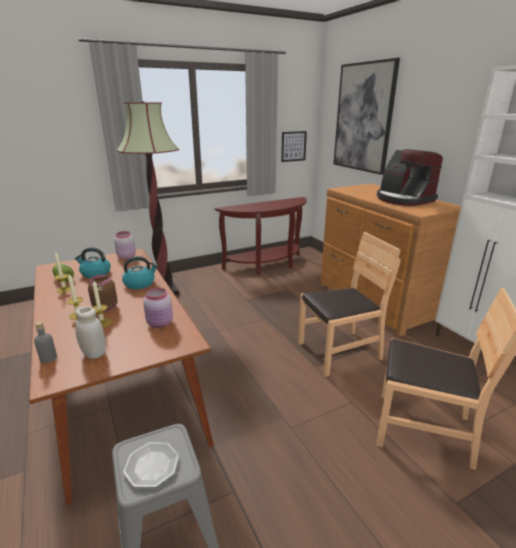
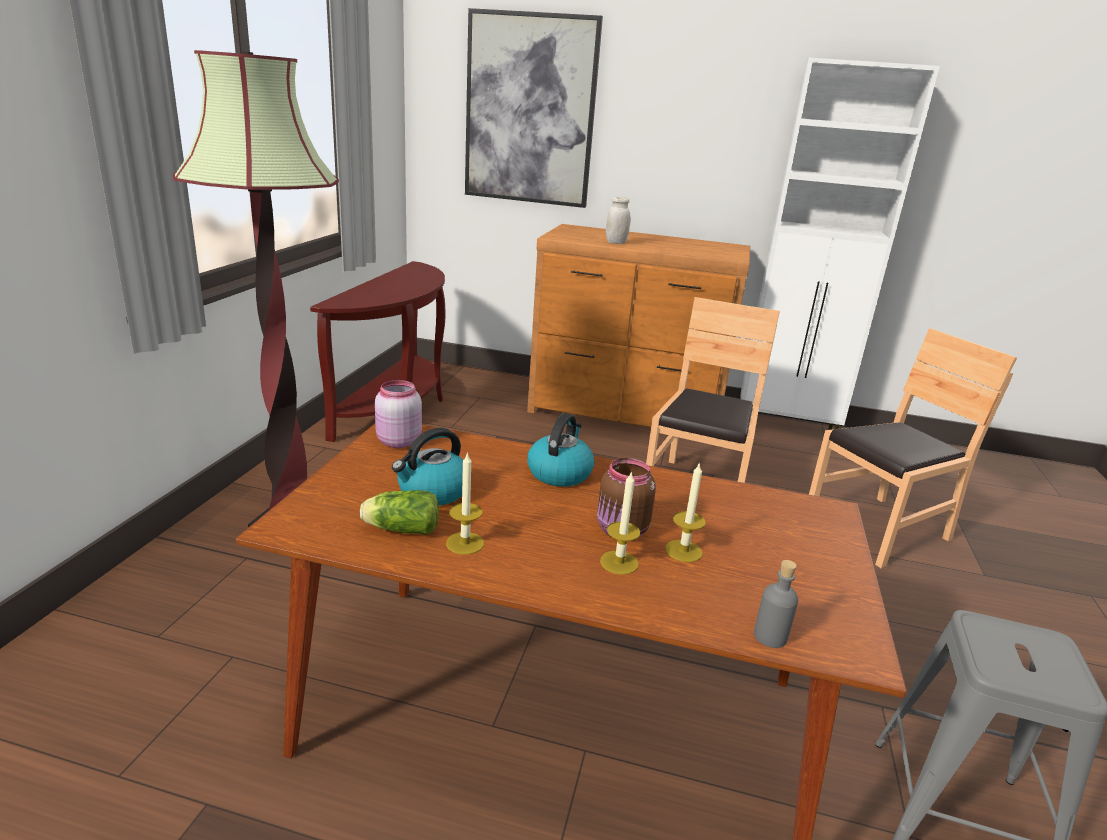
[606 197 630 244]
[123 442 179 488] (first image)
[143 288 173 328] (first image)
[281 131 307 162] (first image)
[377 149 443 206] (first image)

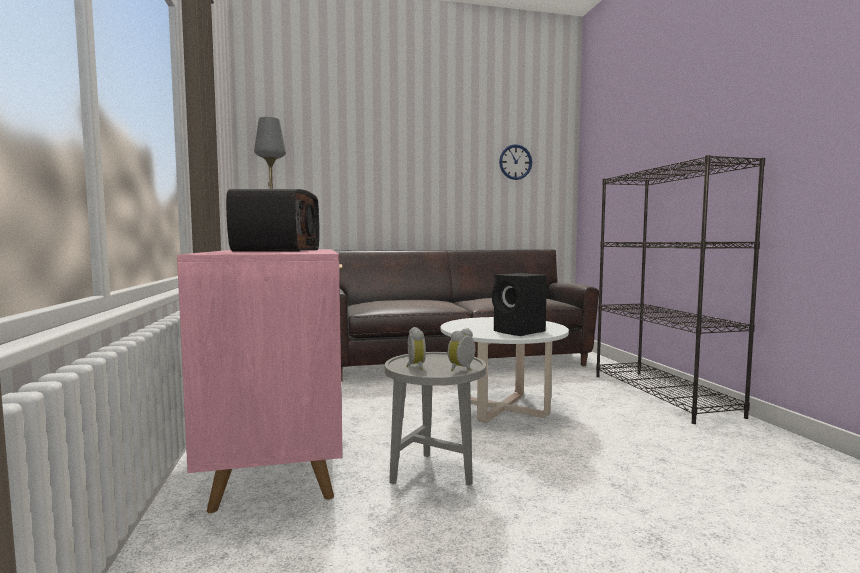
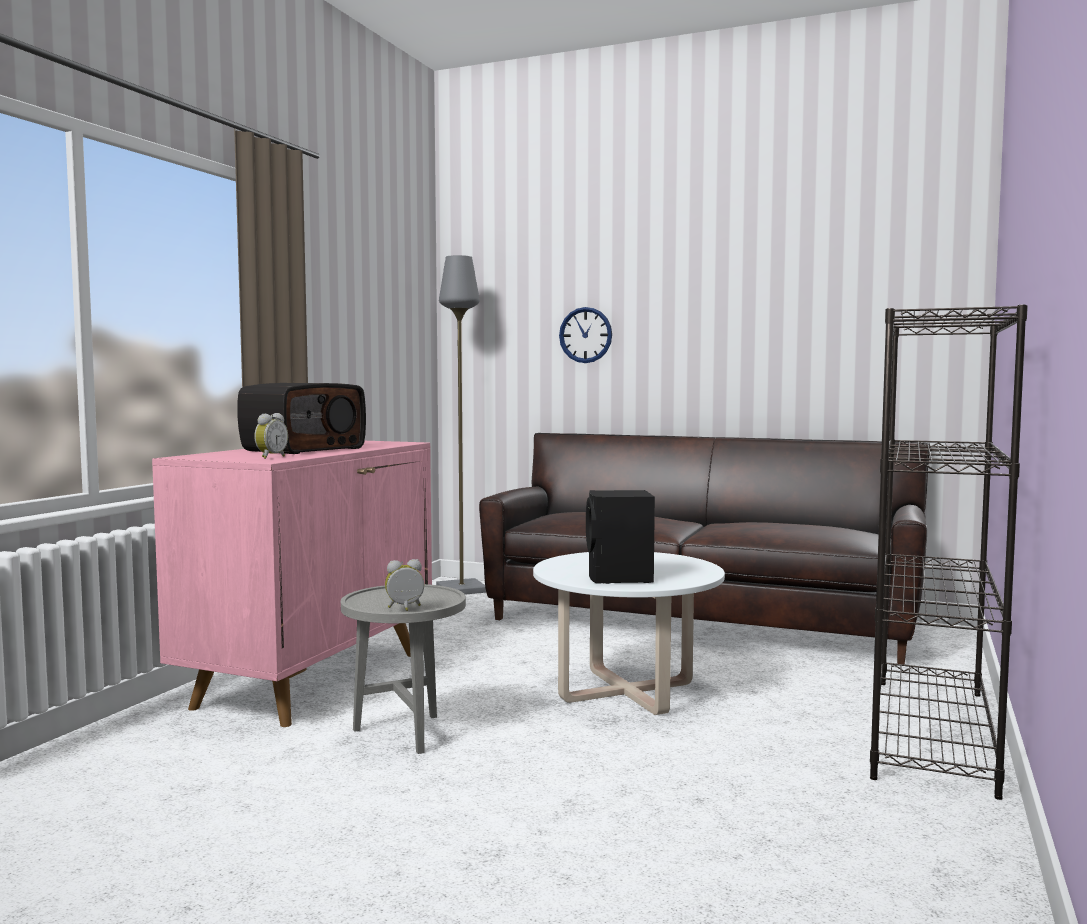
[254 413 288 459]
[559 307 612 363]

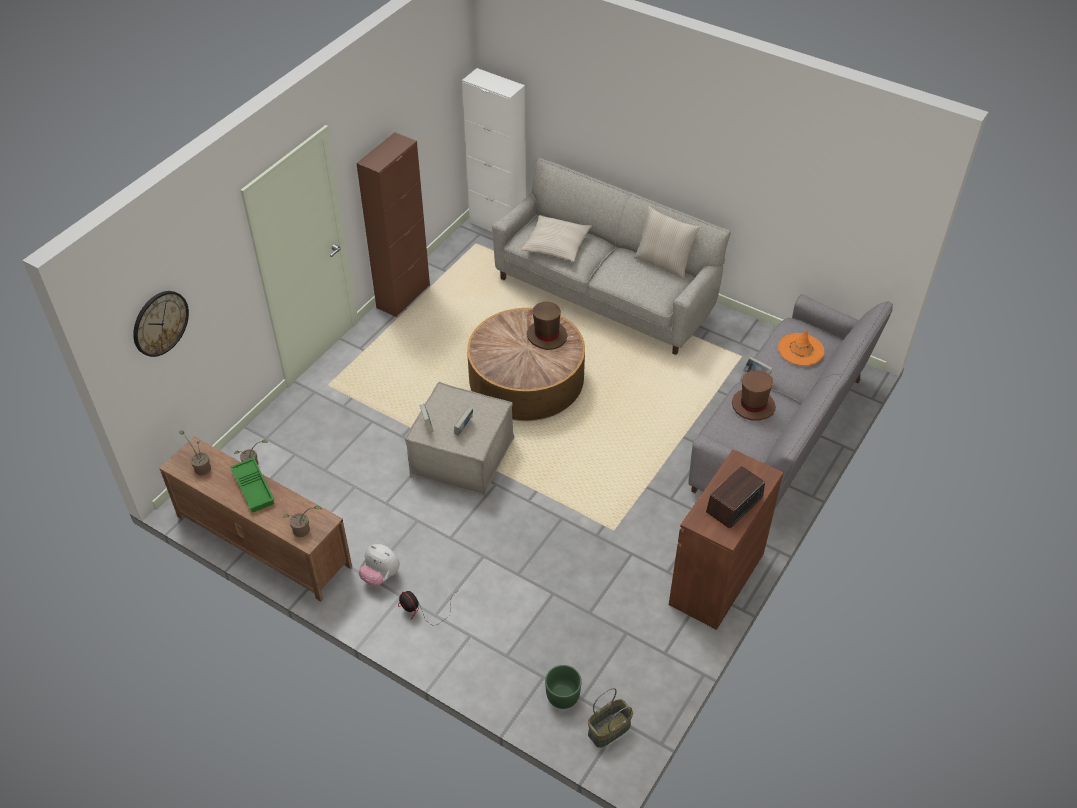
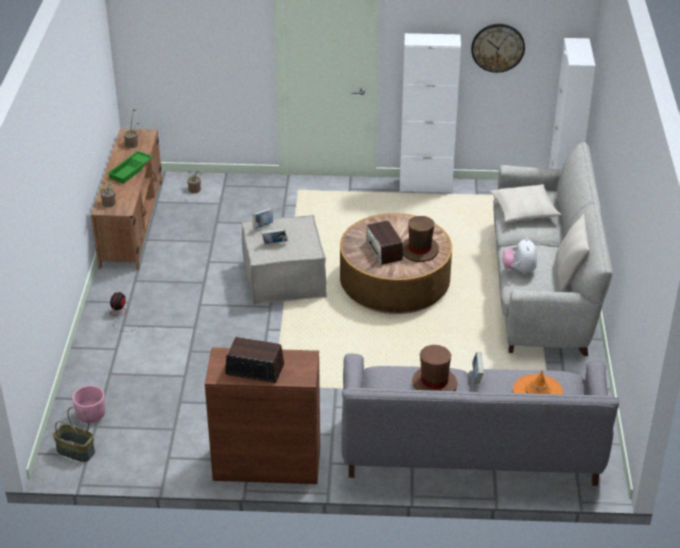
[72 385 105 423]
[366 220 403 265]
[400 33 461 193]
[471 24 525 73]
[502 238 537 274]

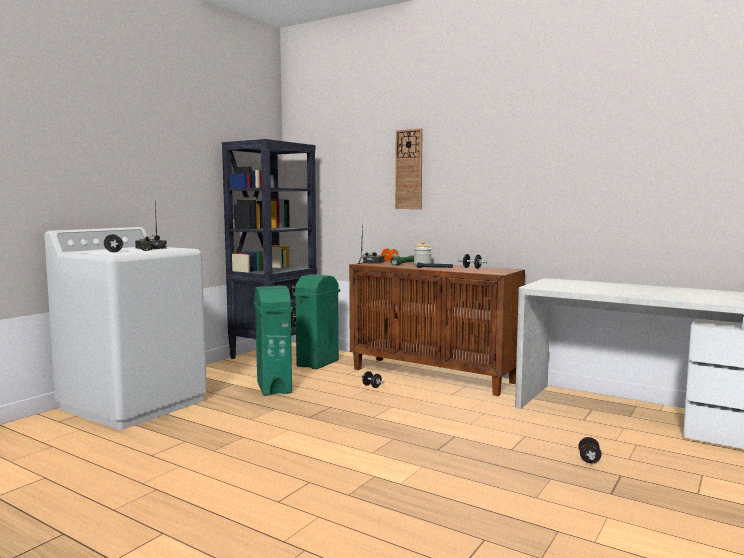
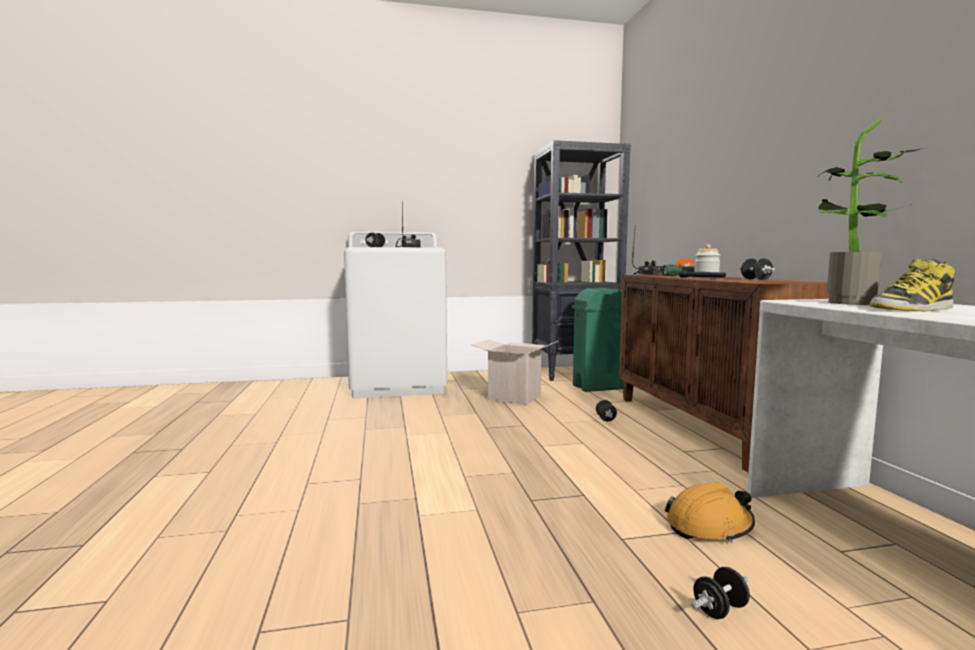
[471 339 558 405]
[665 482 755 543]
[818 119 923 305]
[870 259 955 311]
[395 128 423 209] (first image)

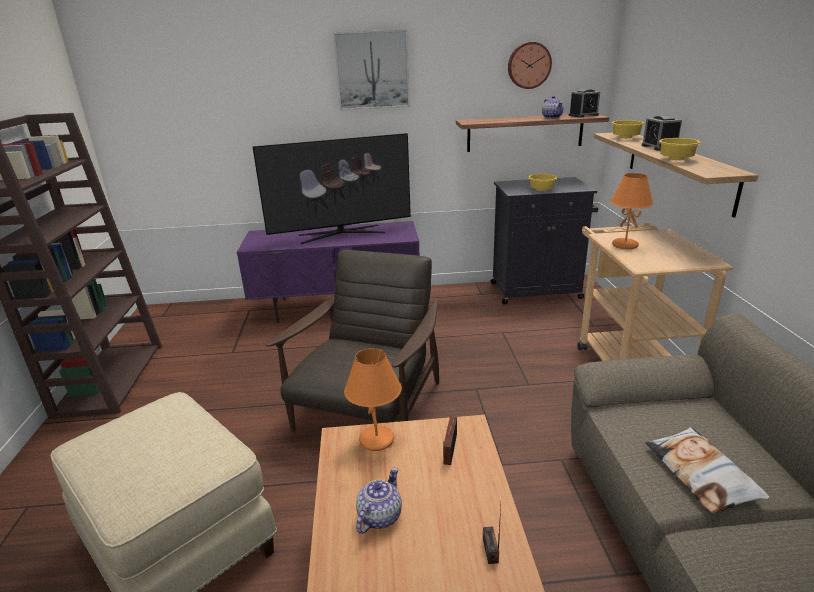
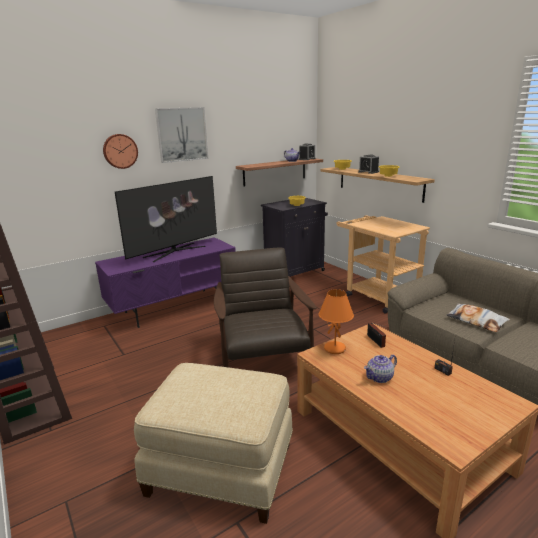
[103 134 138 169]
[364 355 397 383]
[610 173 653 249] (first image)

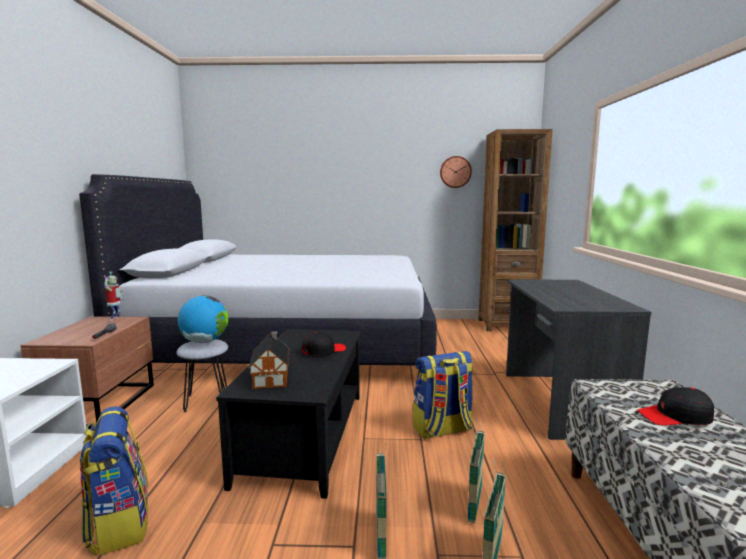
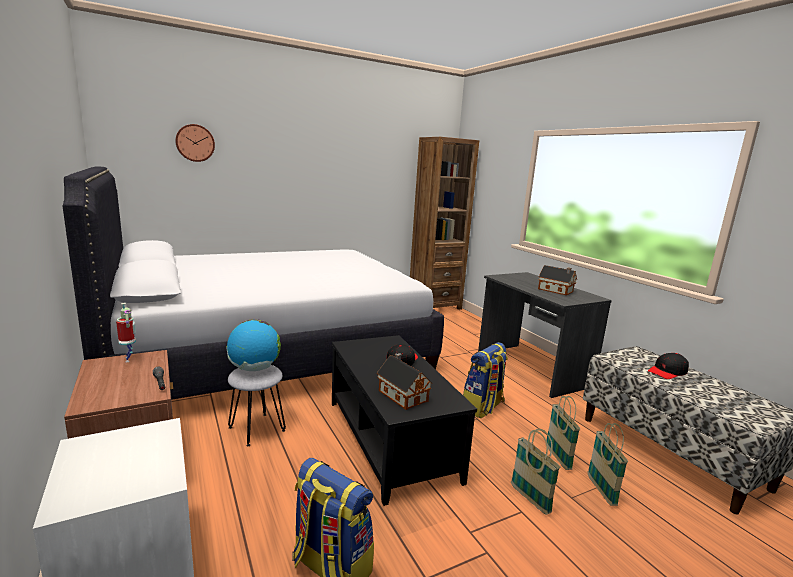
[175 124 215 162]
[538 265 577 296]

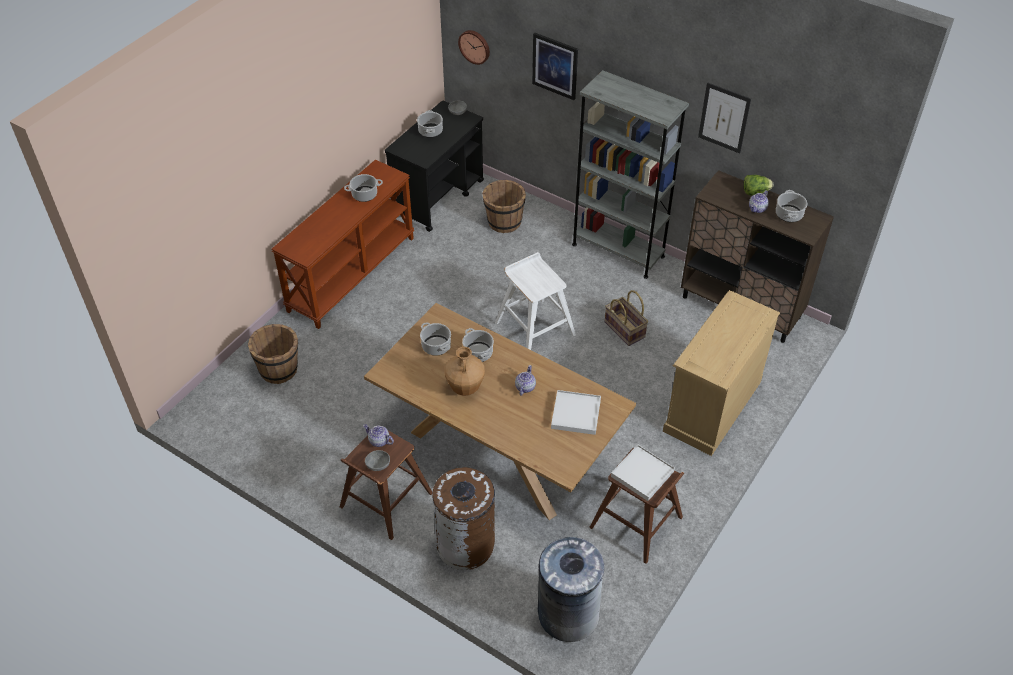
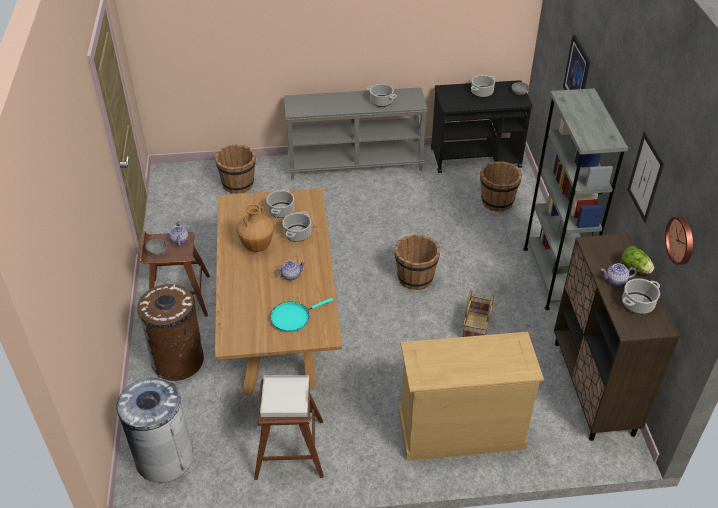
[270 298 333 332]
[284 87 427 179]
[395 234 440 290]
[665 216 693 265]

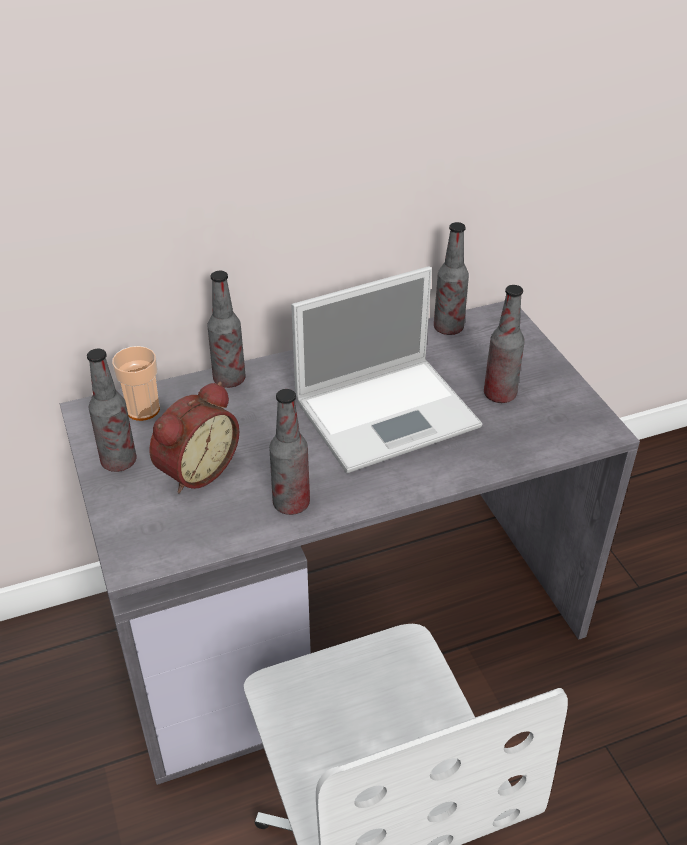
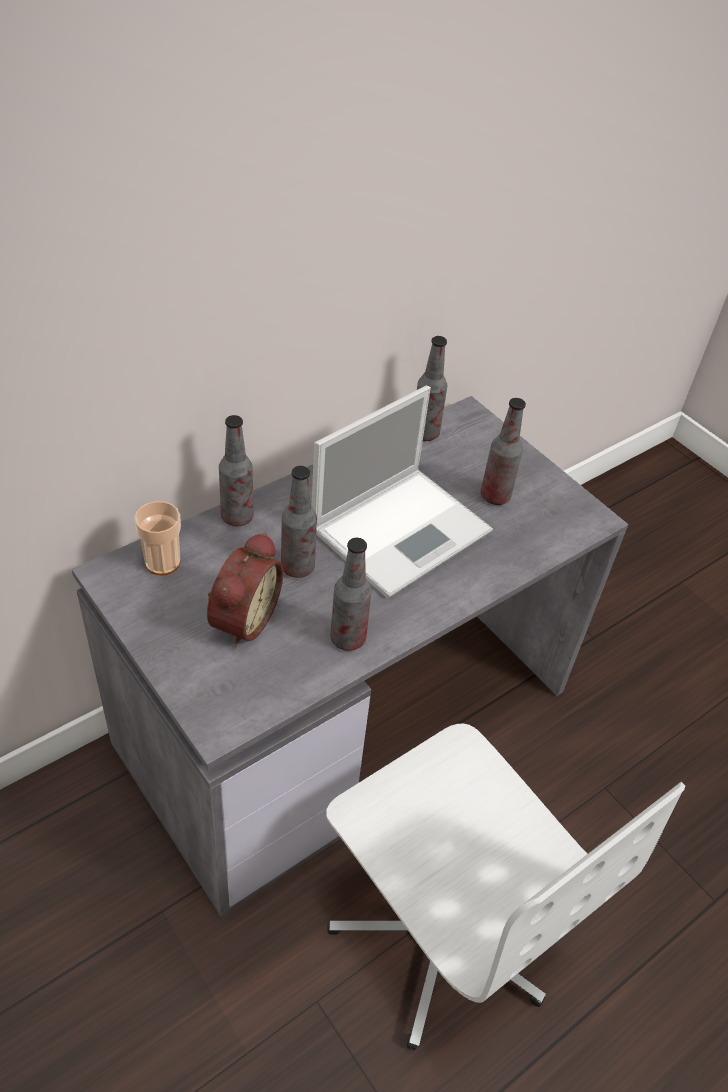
[281 466 317 578]

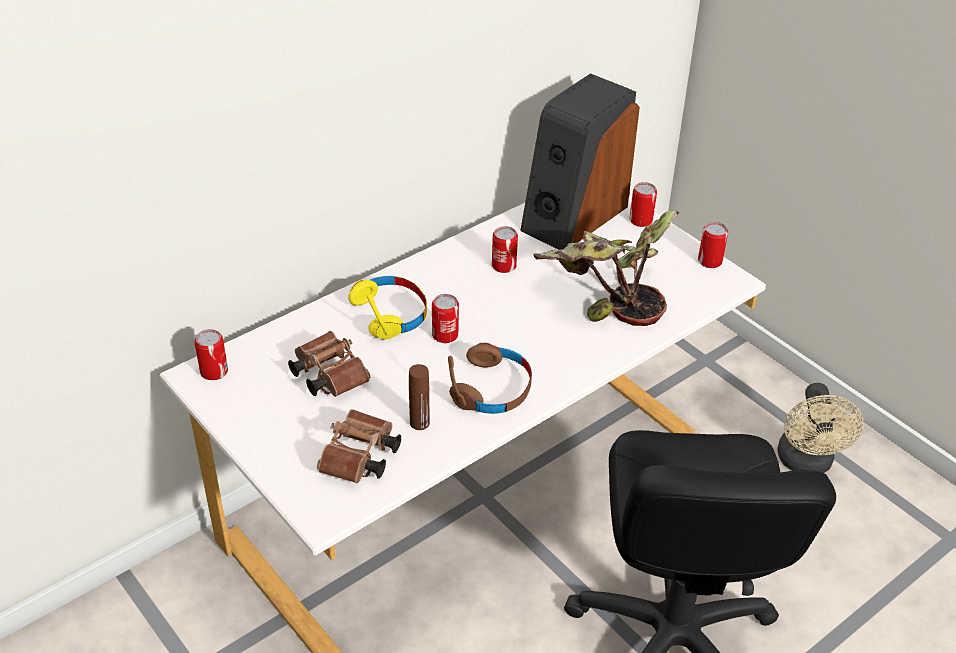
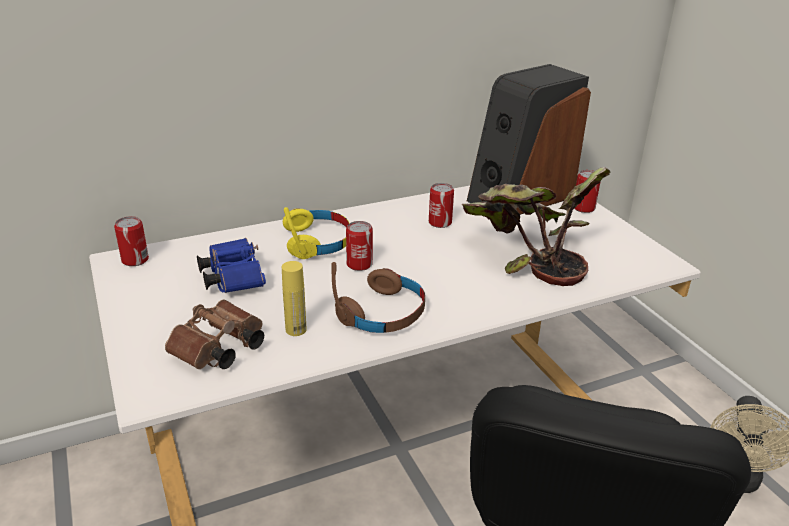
[197 238 266 293]
[282 261 307 336]
[698 222 728 268] (first image)

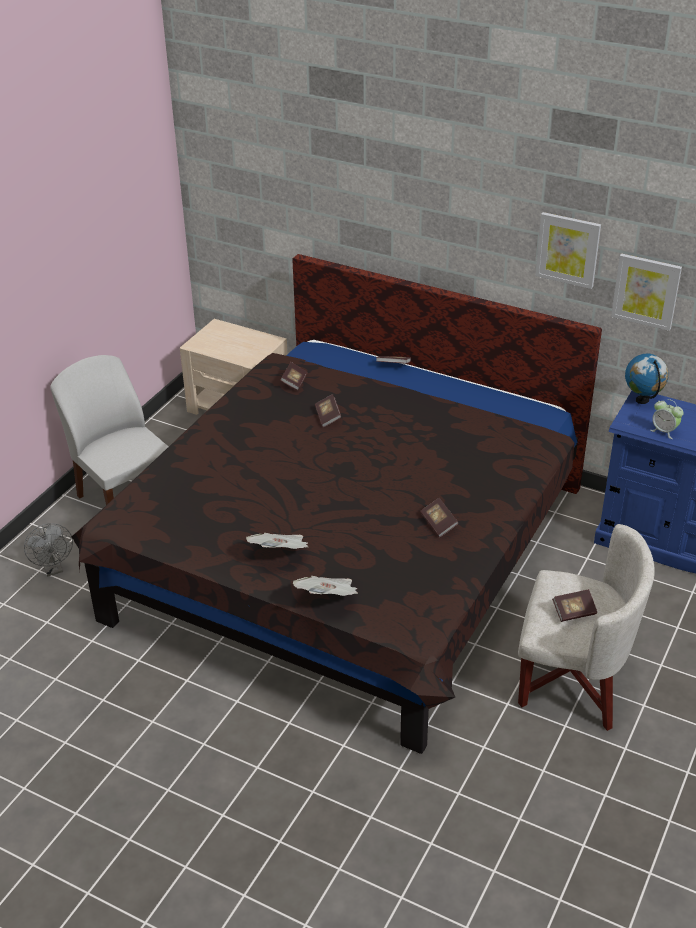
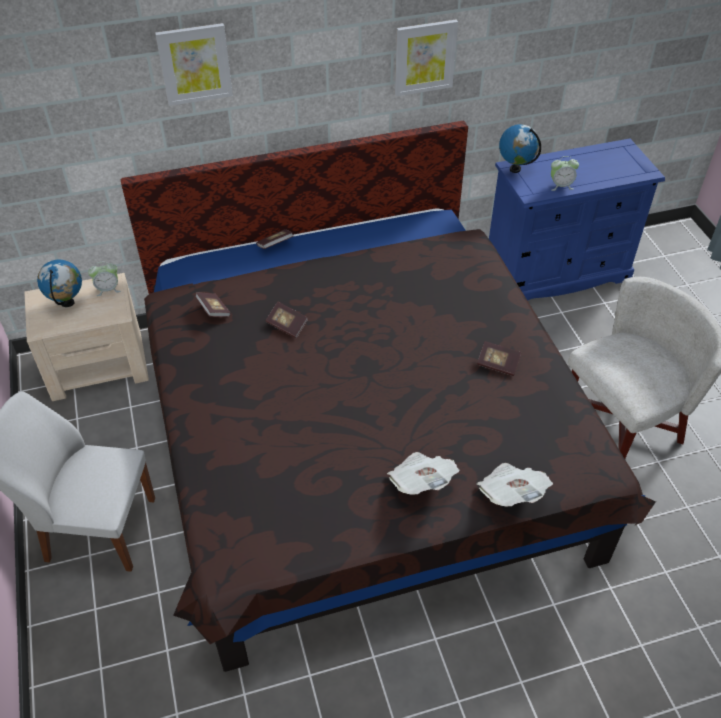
[37 259 82 307]
[88 262 121 296]
[155 23 233 106]
[24 523 73 576] (first image)
[552 589 597 622] (first image)

